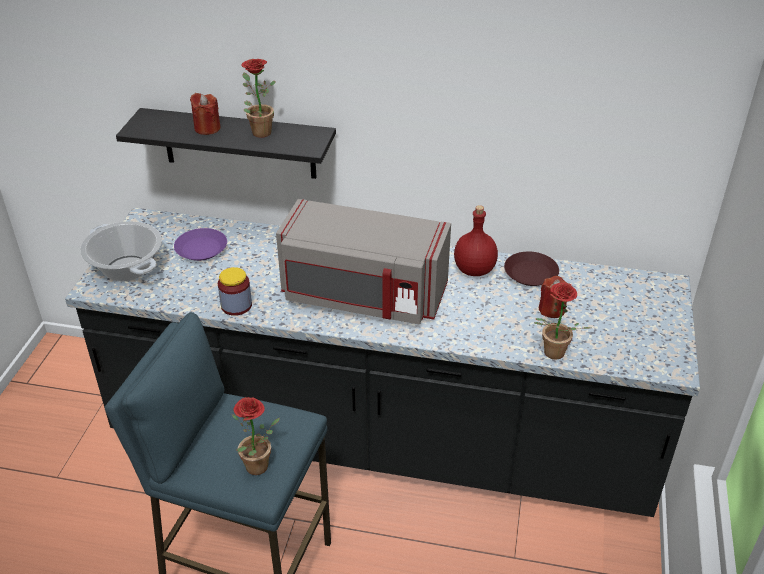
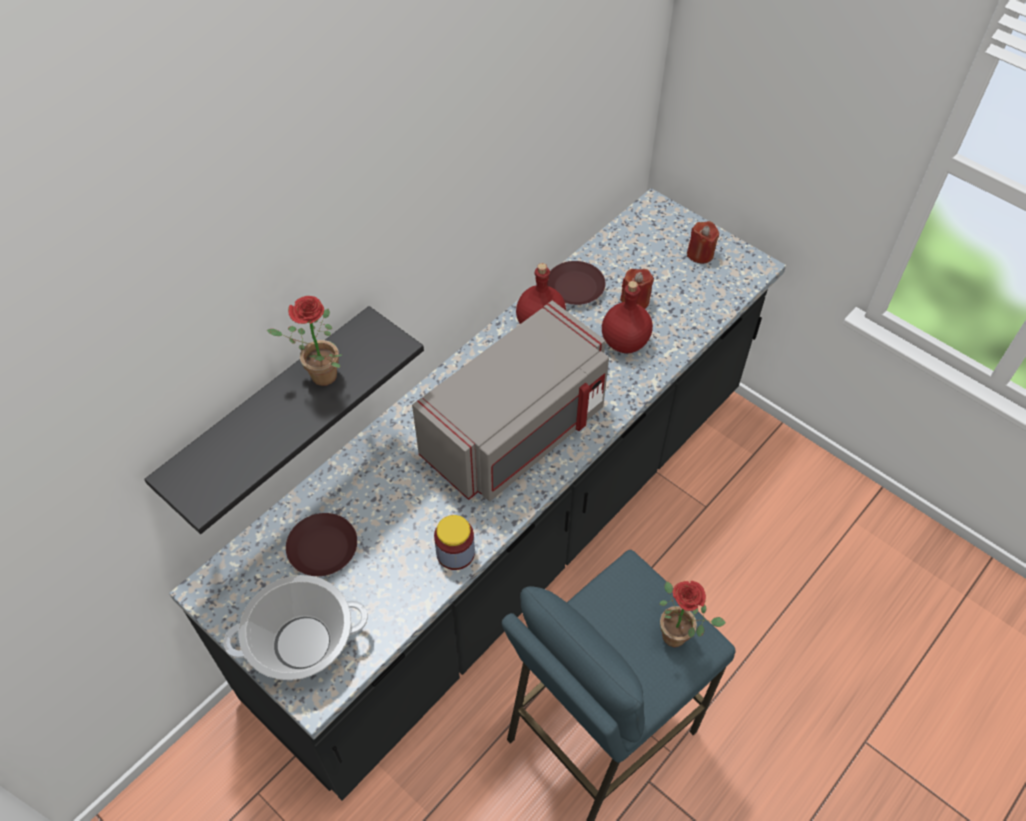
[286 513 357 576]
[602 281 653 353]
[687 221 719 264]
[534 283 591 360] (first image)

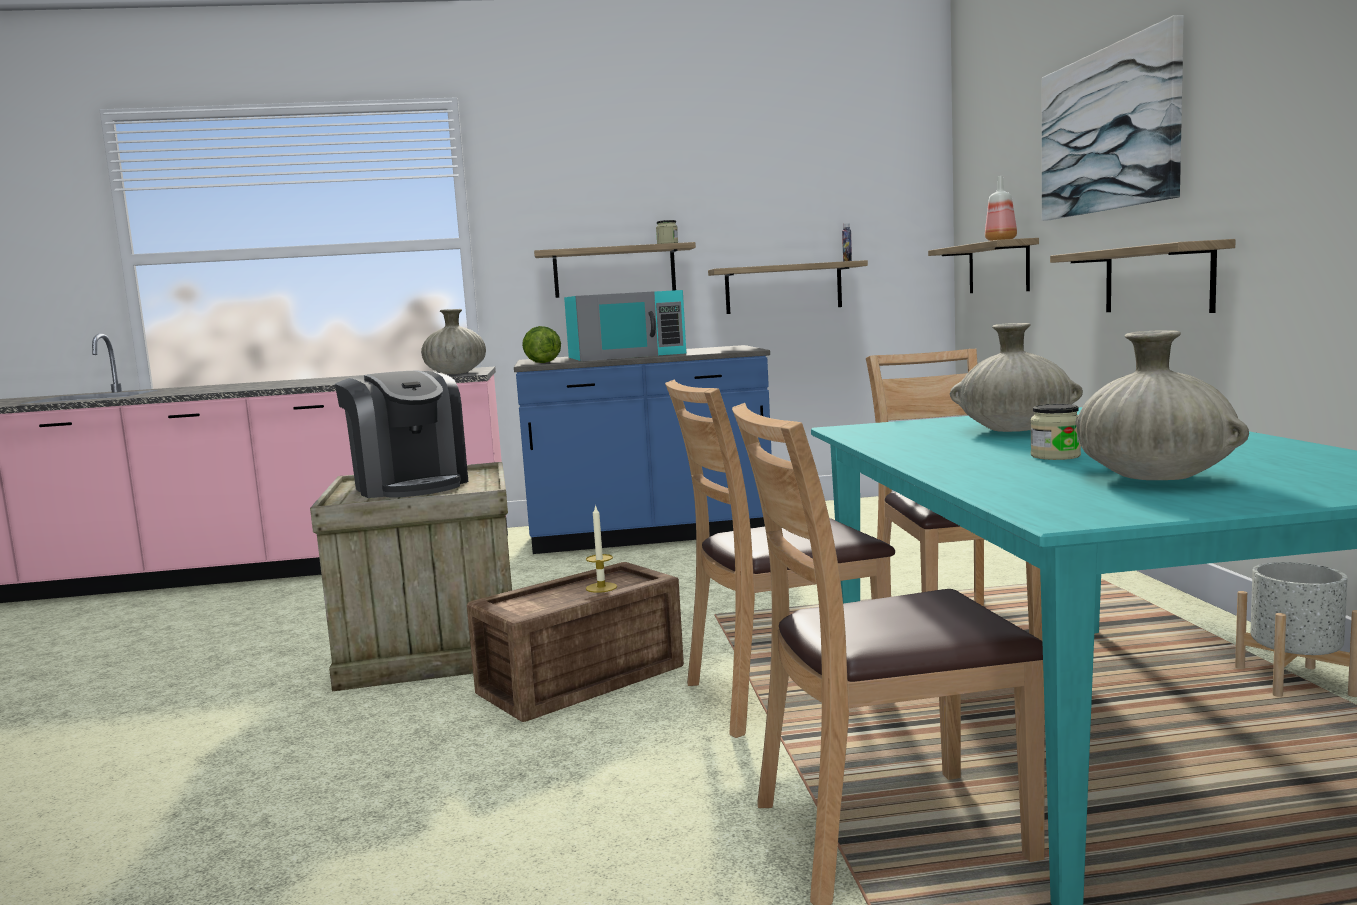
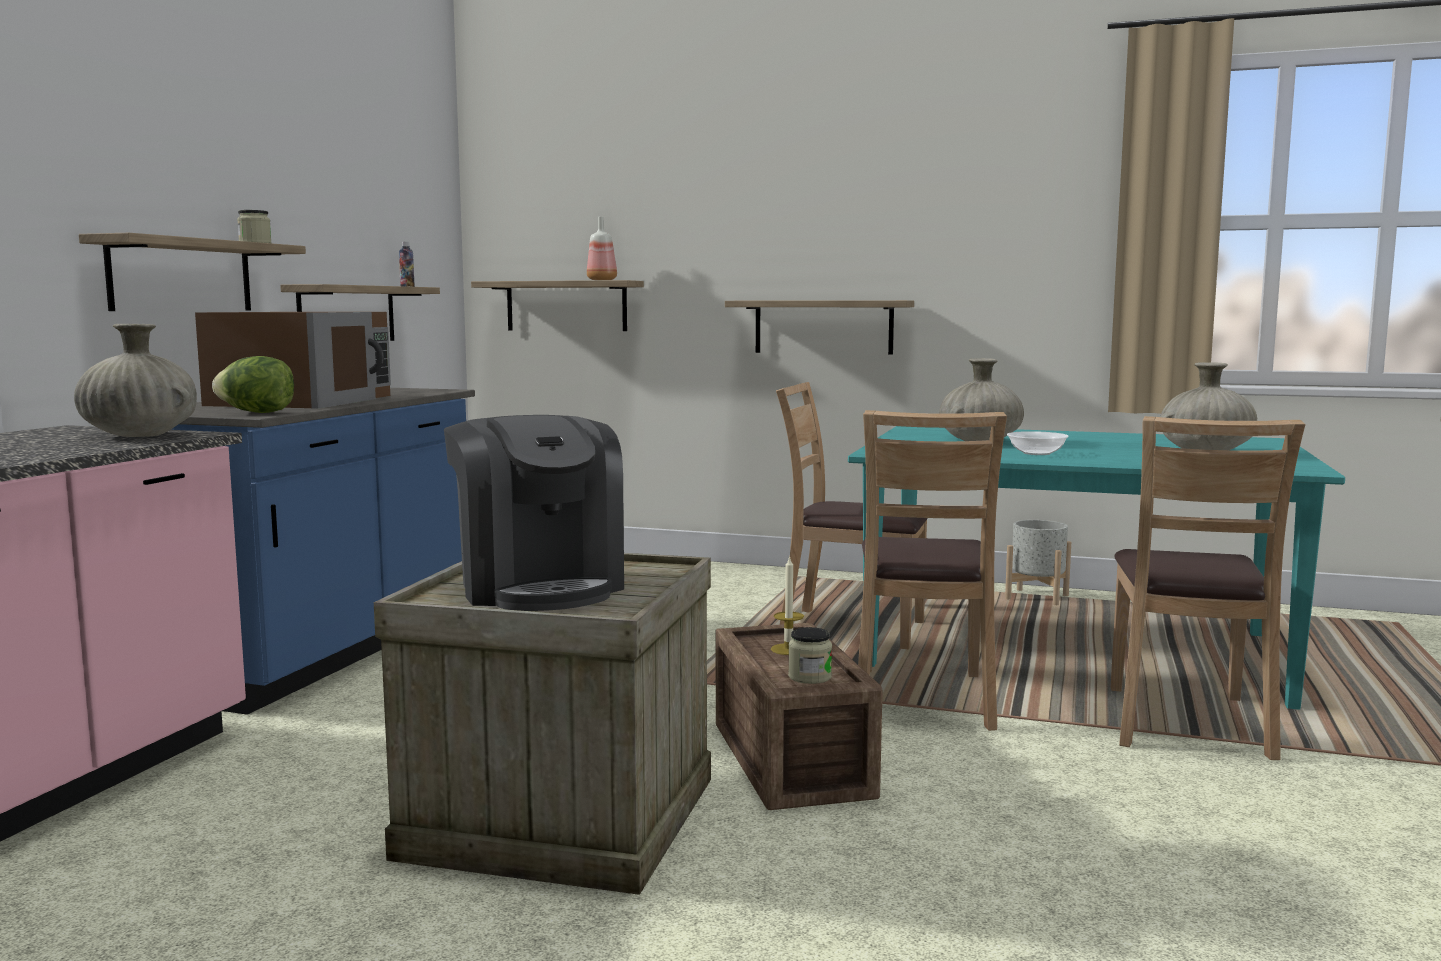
[195 312 391 409]
[444 415 624 611]
[788 627 832 684]
[1007 431 1069 455]
[1042 15 1184 221] (first image)

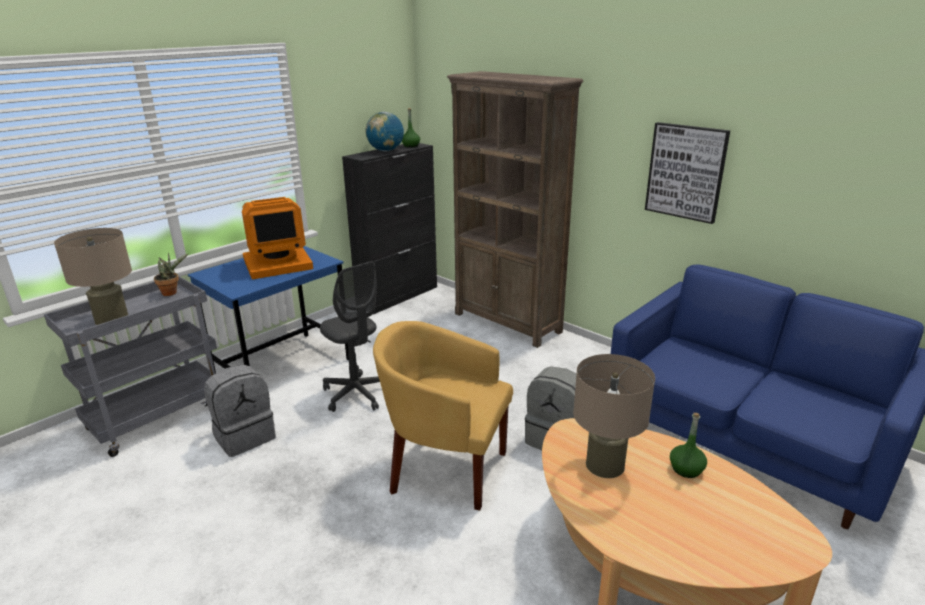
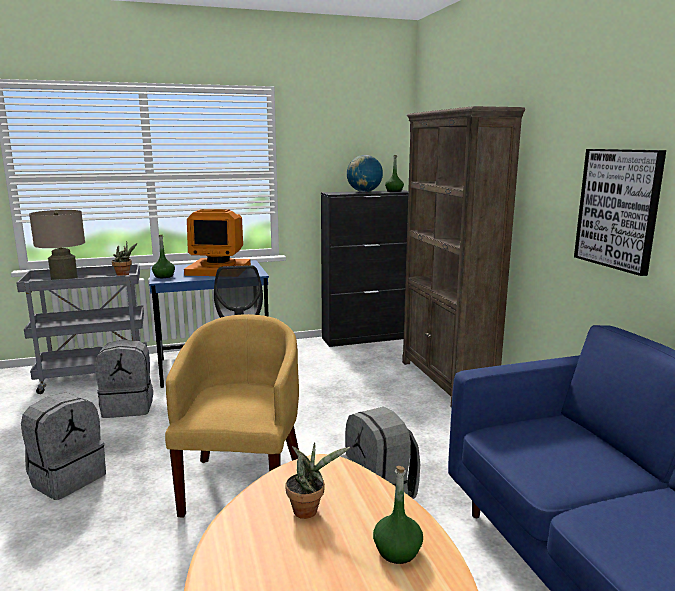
[21 393 106 500]
[152 235 175 278]
[165 314 299 517]
[286 442 350 519]

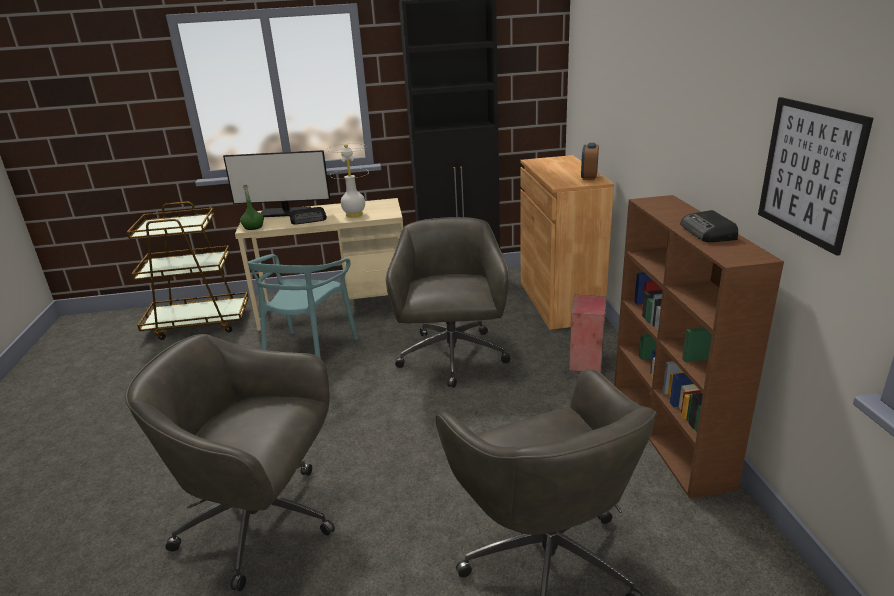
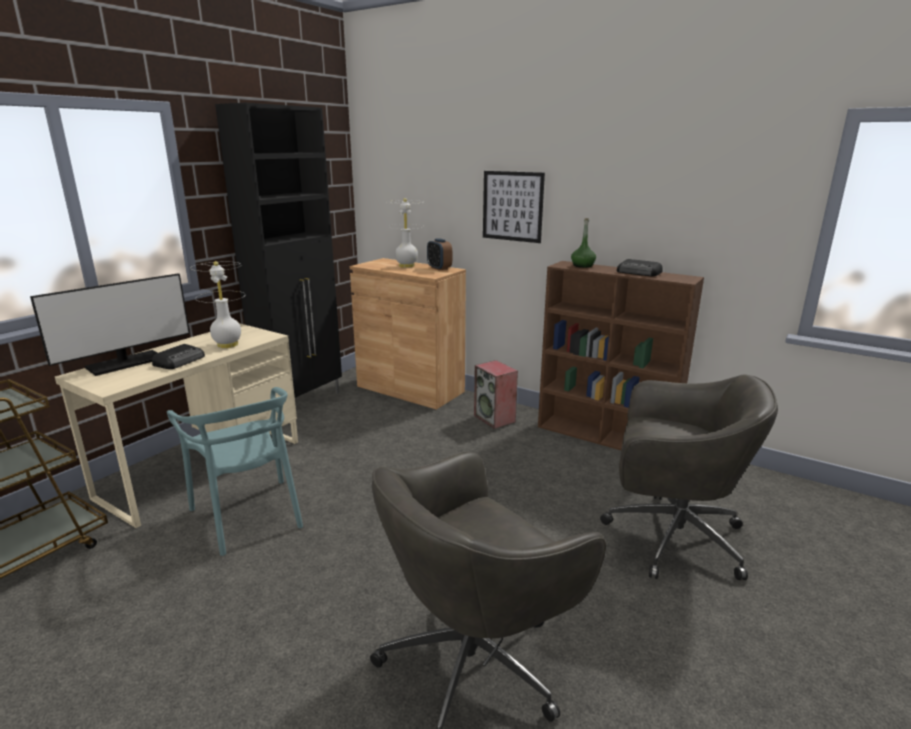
[387 198 423 268]
[483 171 545 243]
[571 218 596 268]
[386 217 510 388] (first image)

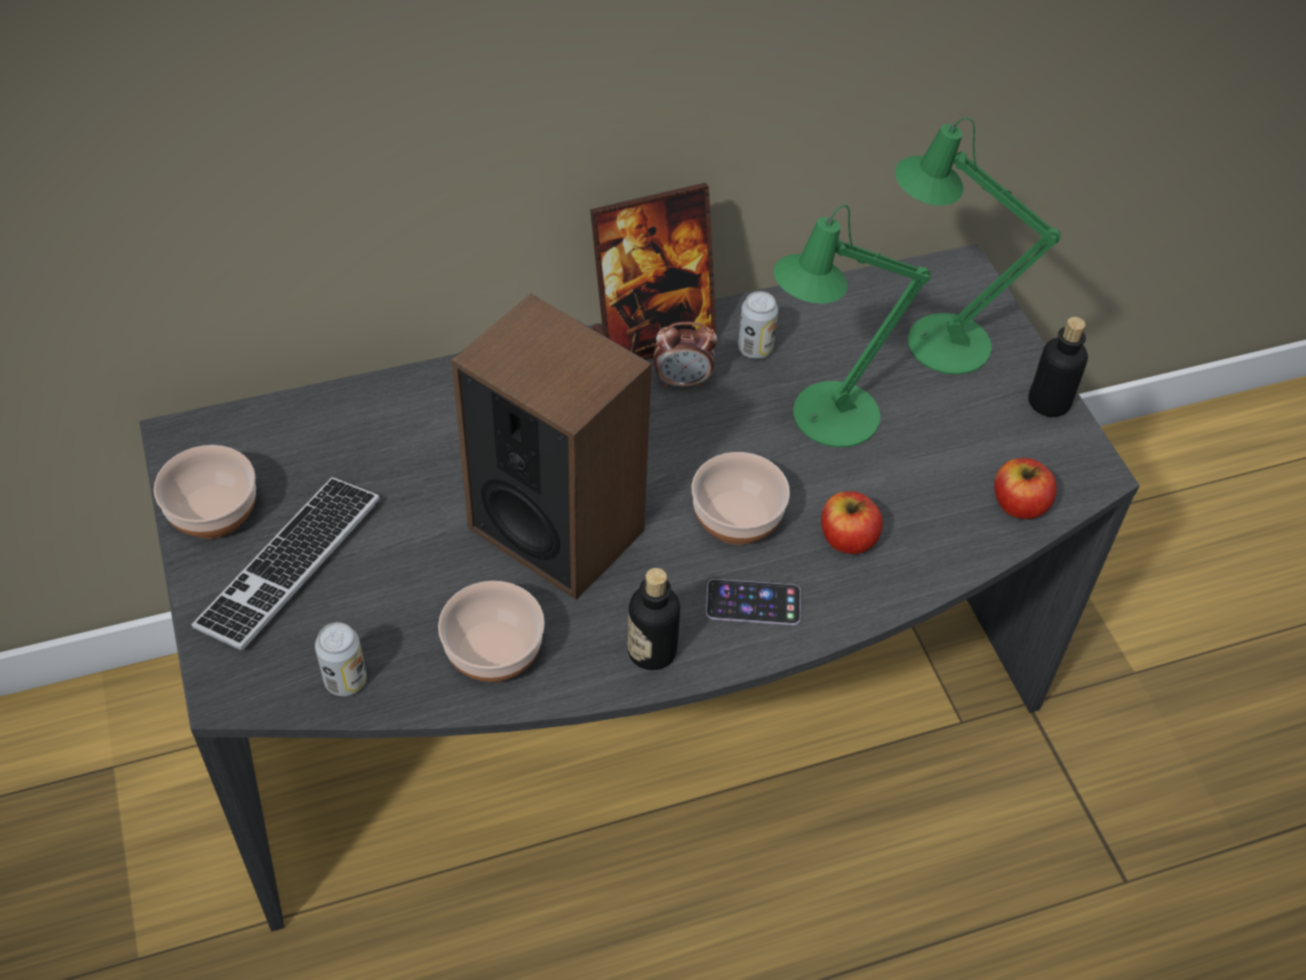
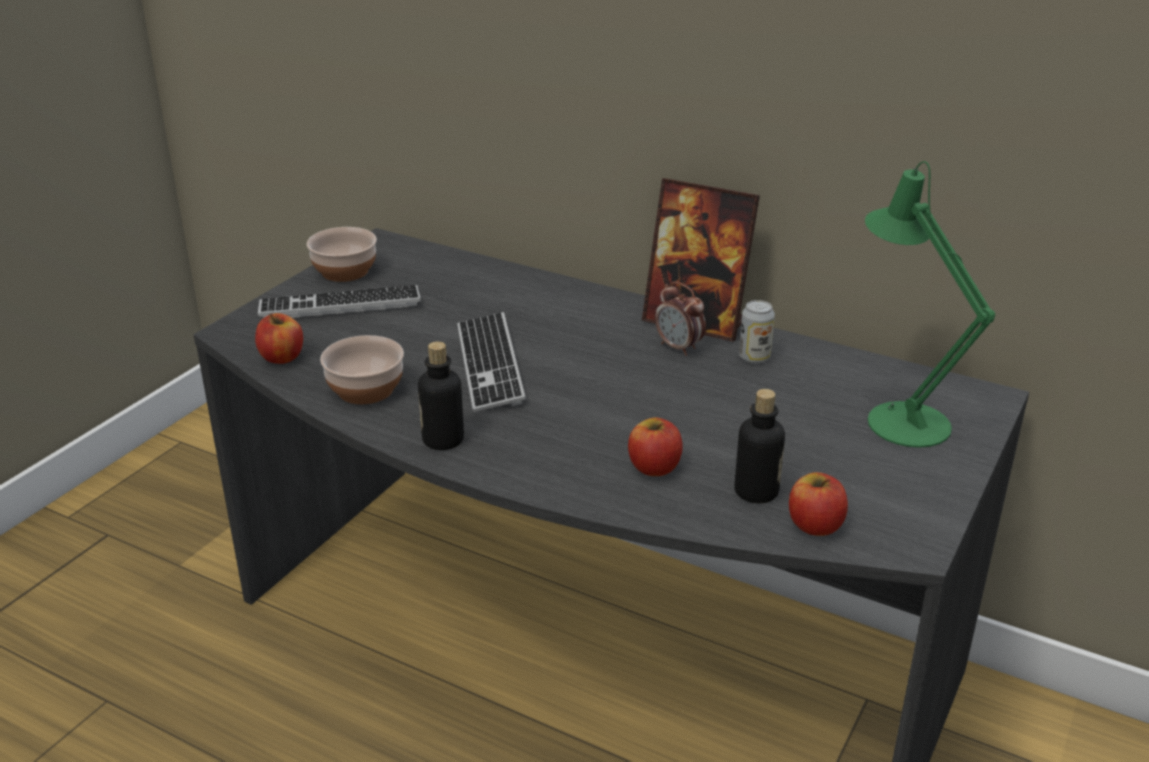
[255 313 303 364]
[457 312 526 412]
[734 389 785 503]
[692 452 790 545] (first image)
[706 579 801 625] (first image)
[774 205 931 447] (first image)

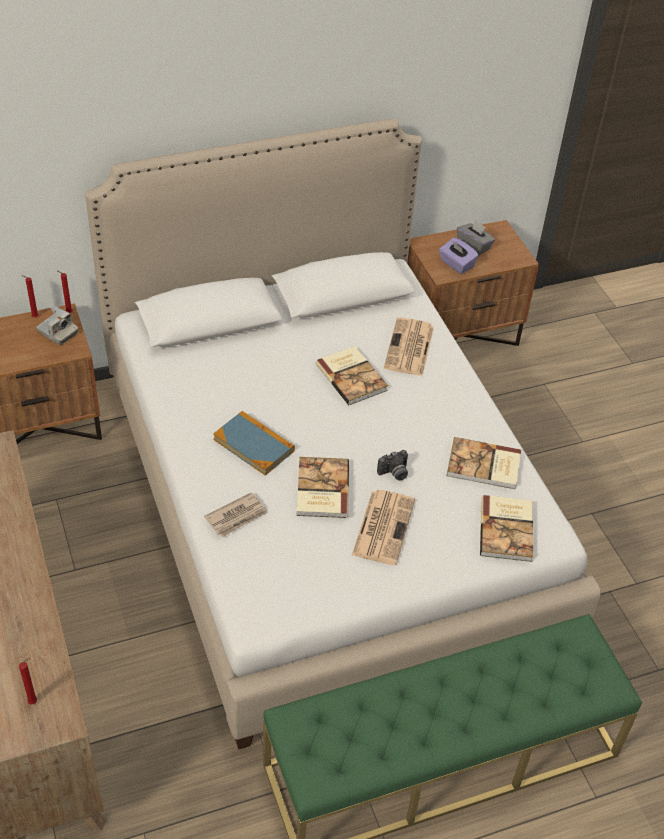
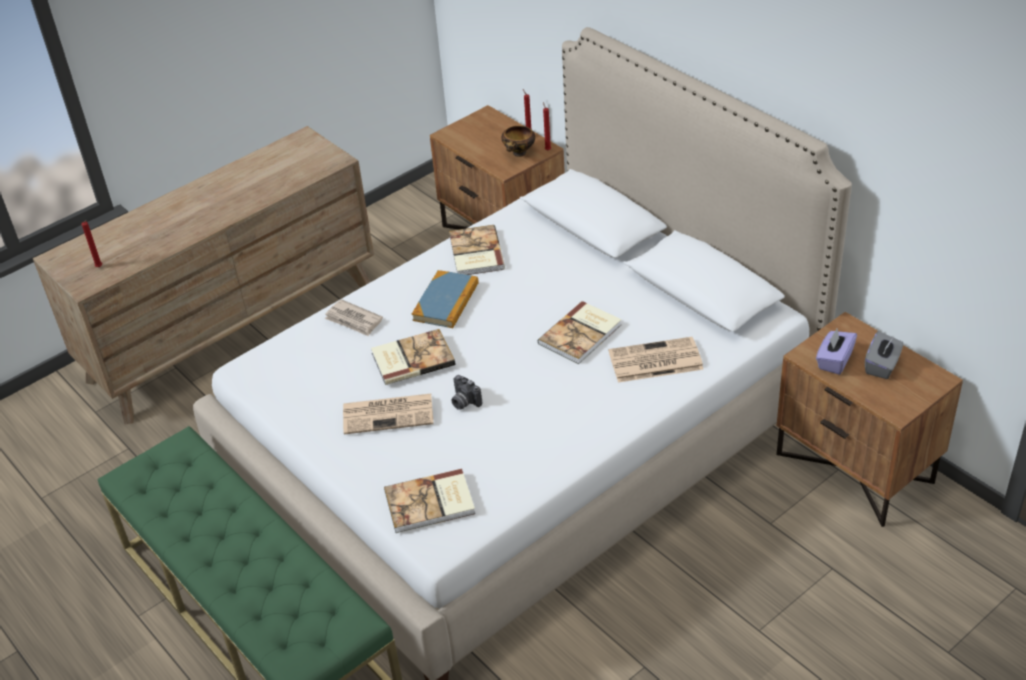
[449 225 505 275]
[501 126 535 157]

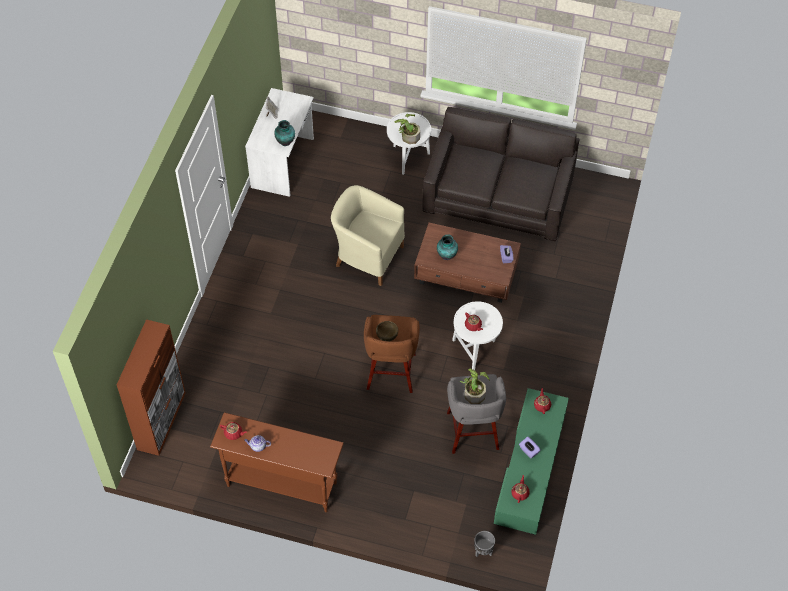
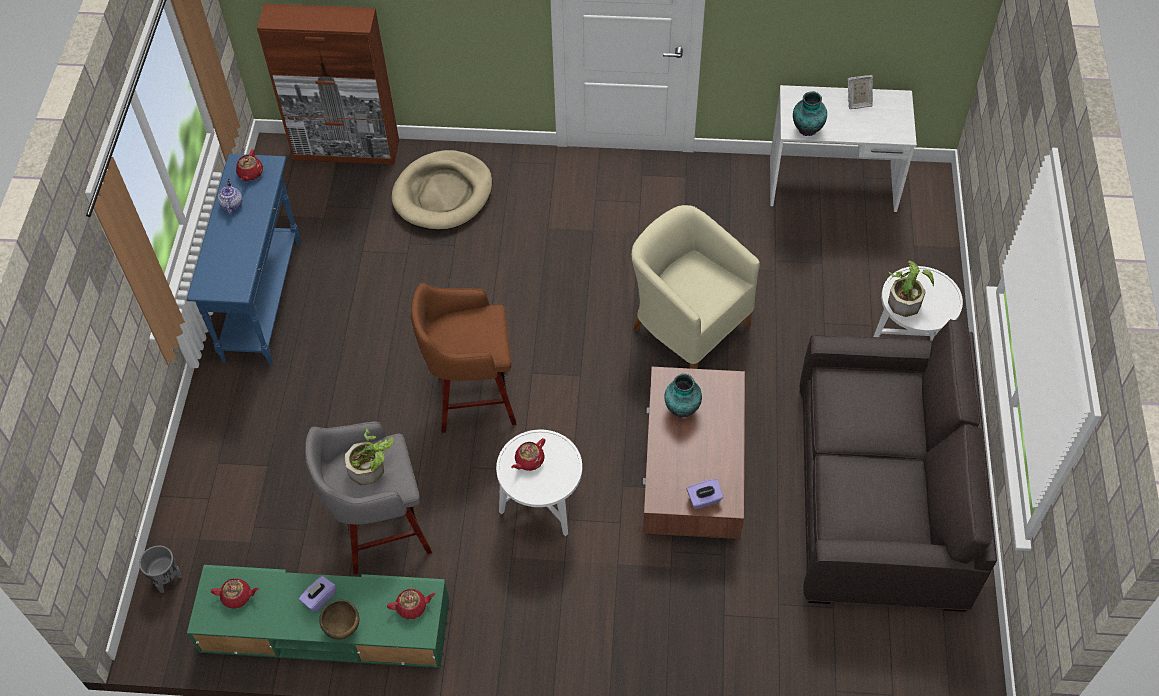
[187 154 301 365]
[319 600 359 639]
[391 150 492 230]
[632 205 760 369]

